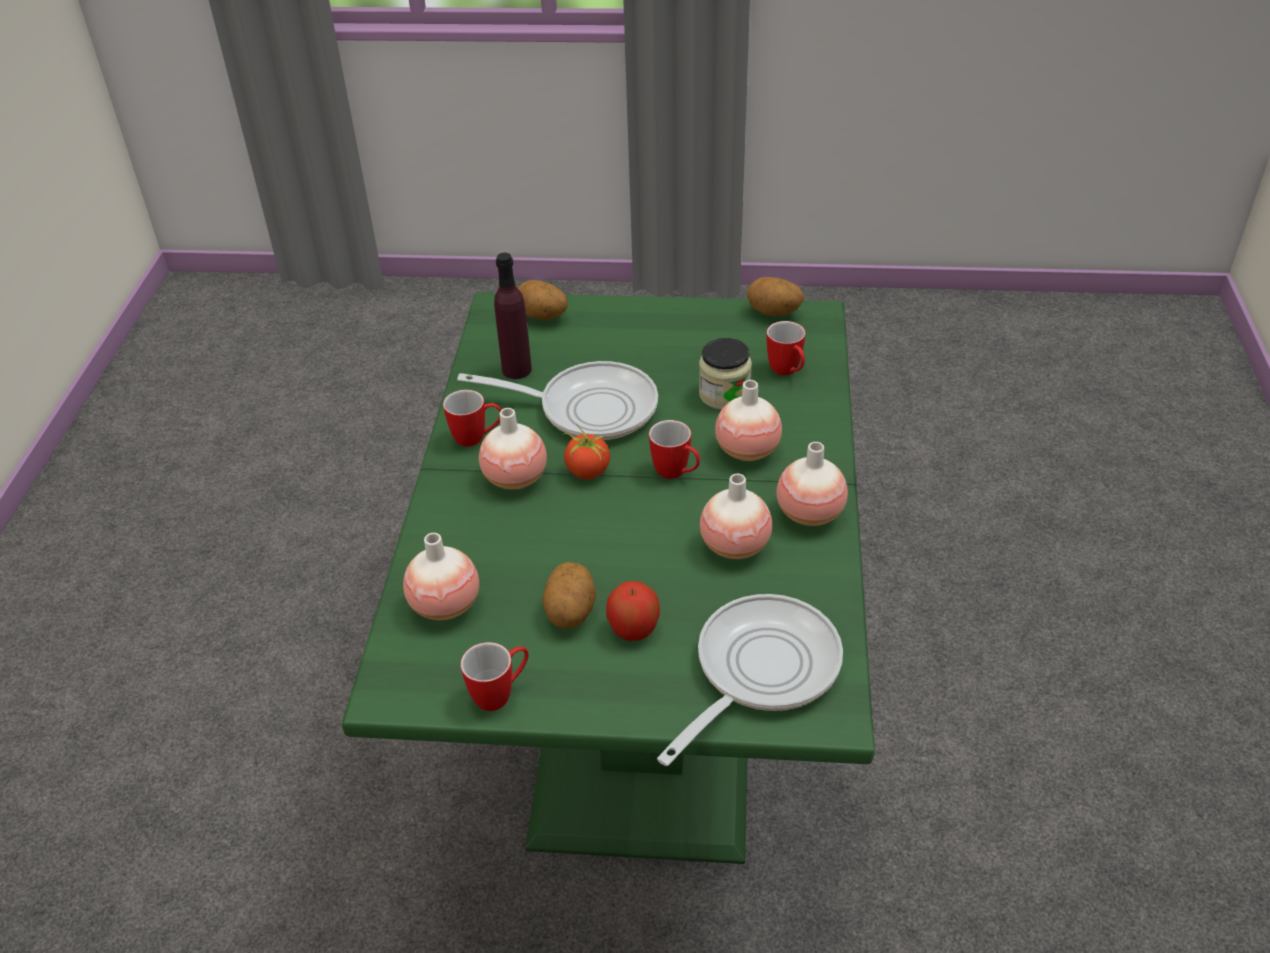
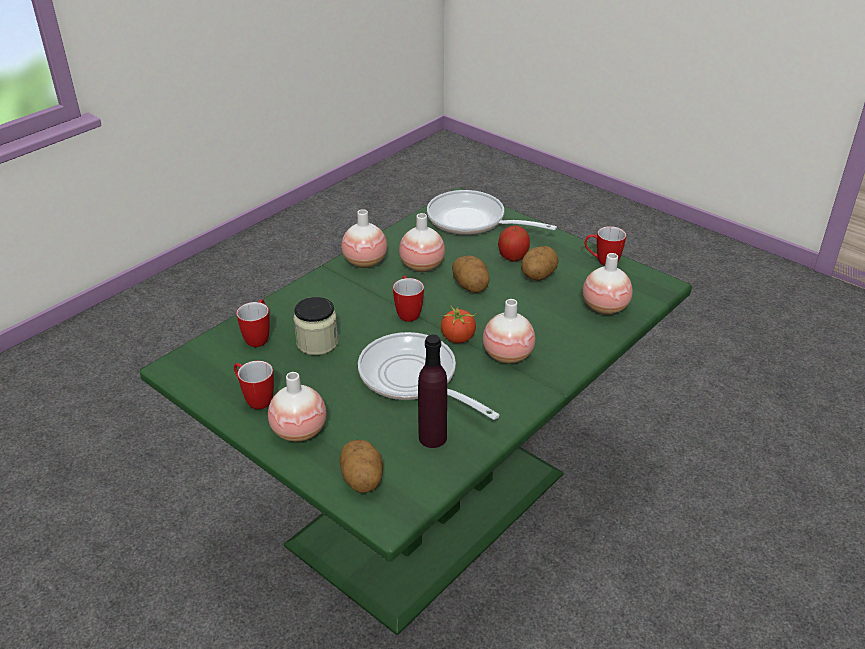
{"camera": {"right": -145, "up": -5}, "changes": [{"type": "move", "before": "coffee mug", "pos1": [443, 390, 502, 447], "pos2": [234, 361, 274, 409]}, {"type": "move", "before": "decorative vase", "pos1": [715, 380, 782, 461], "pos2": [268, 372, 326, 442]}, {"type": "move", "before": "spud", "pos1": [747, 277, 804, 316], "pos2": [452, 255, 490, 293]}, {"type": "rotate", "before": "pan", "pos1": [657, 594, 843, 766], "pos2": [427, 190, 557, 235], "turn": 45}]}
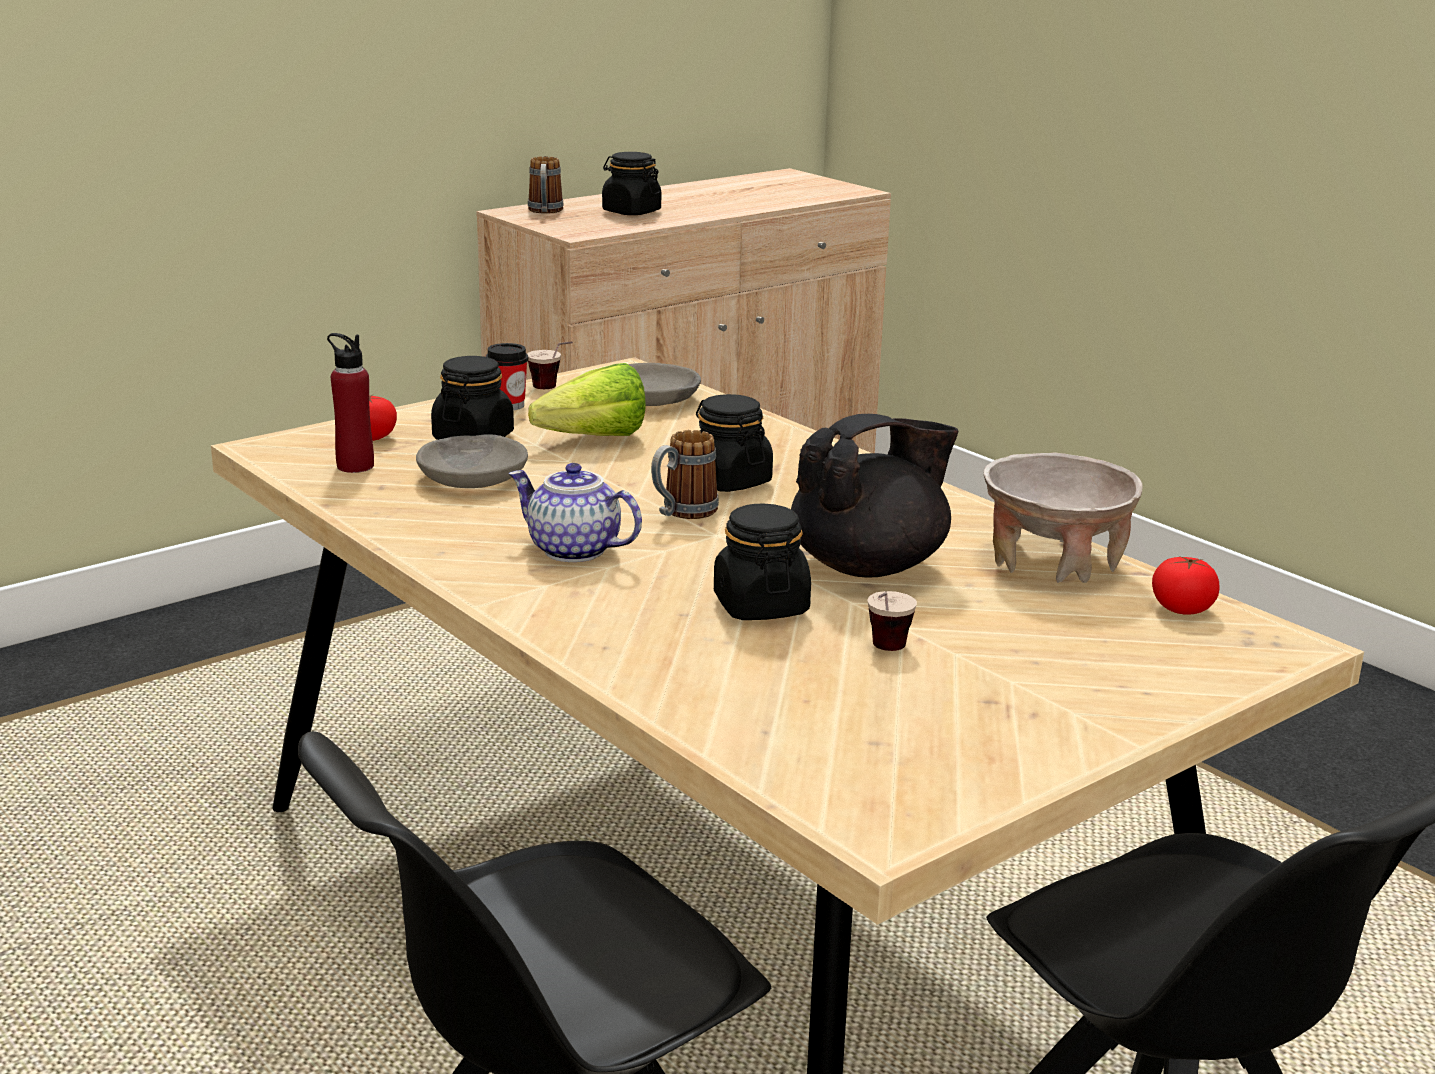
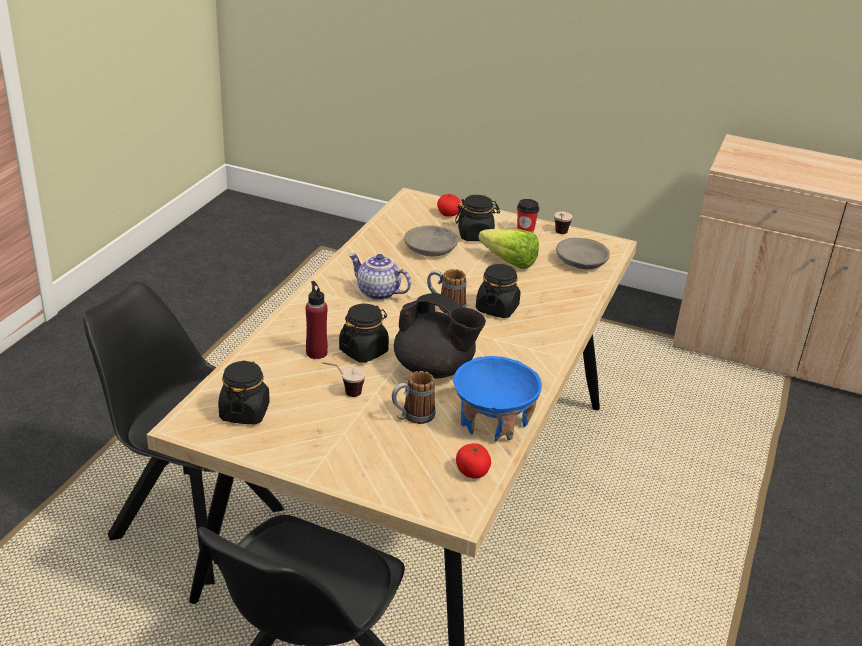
{"camera": {"right": 60, "up": 10}, "changes": [{"type": "move", "before": "reddish drink bottle", "pos1": [327, 333, 374, 473], "pos2": [306, 281, 328, 359]}, {"type": "move", "before": "coffee mug", "pos1": [528, 156, 564, 214], "pos2": [392, 371, 436, 424]}, {"type": "move", "before": "blackish jar", "pos1": [602, 152, 661, 215], "pos2": [218, 360, 270, 424]}, {"type": "recolor", "before": "sand-coloured deep dish", "after": "bluish deep dish", "pos1": [983, 452, 1142, 583], "pos2": [454, 356, 542, 441]}, {"type": "rotate", "before": "tea pot", "pos1": [508, 463, 642, 562], "pos2": [349, 253, 411, 300], "turn": -60}]}
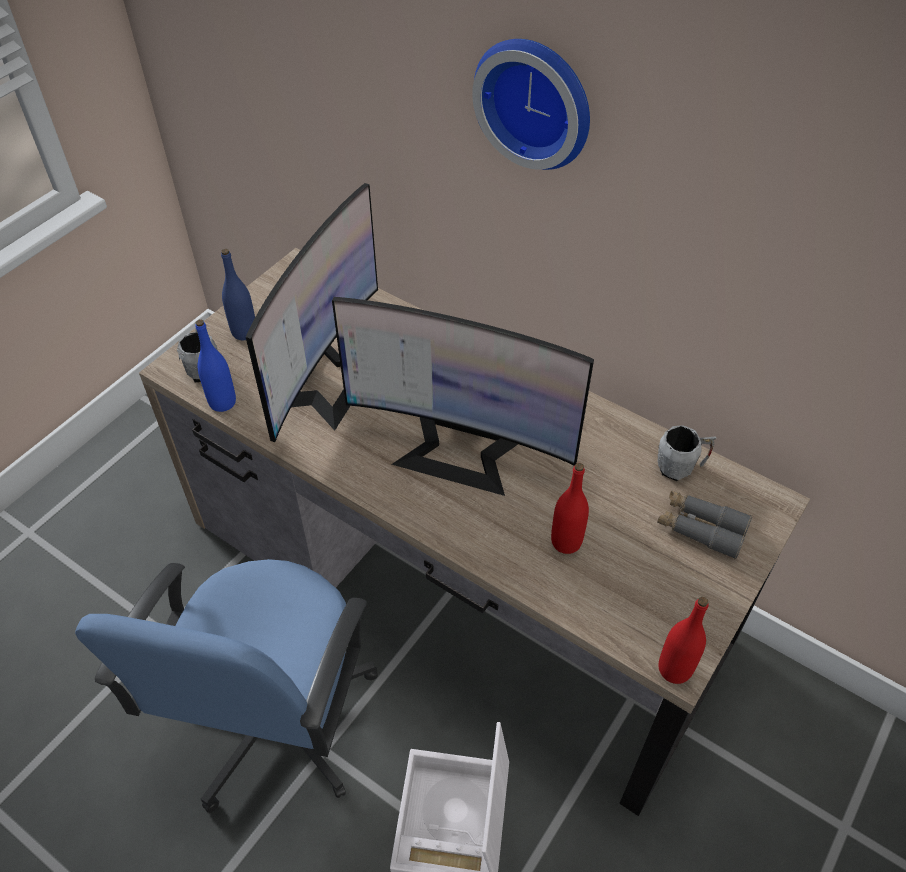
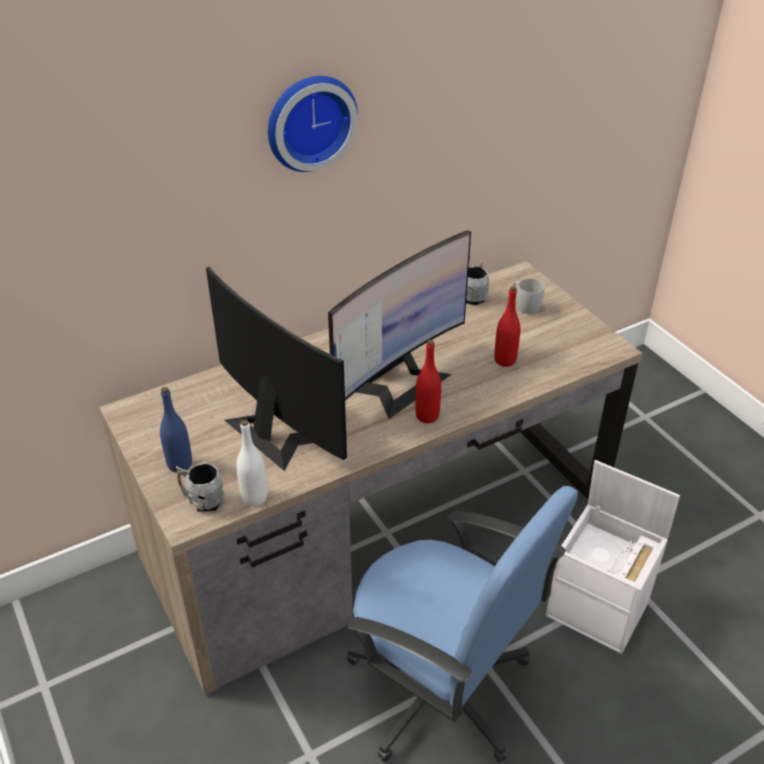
{"camera": {"right": -65, "up": -10}, "changes": [{"type": "move", "before": "reddish drink bottle", "pos1": [659, 597, 709, 684], "pos2": [415, 340, 441, 423]}, {"type": "replace", "before": "grey binoculars", "after": "white-coloured coffee mug", "pos1": [657, 490, 752, 559], "pos2": [513, 278, 545, 314]}, {"type": "recolor", "before": "bluish drink bottle", "after": "white-coloured drink bottle", "pos1": [195, 320, 236, 412], "pos2": [236, 419, 267, 506]}]}
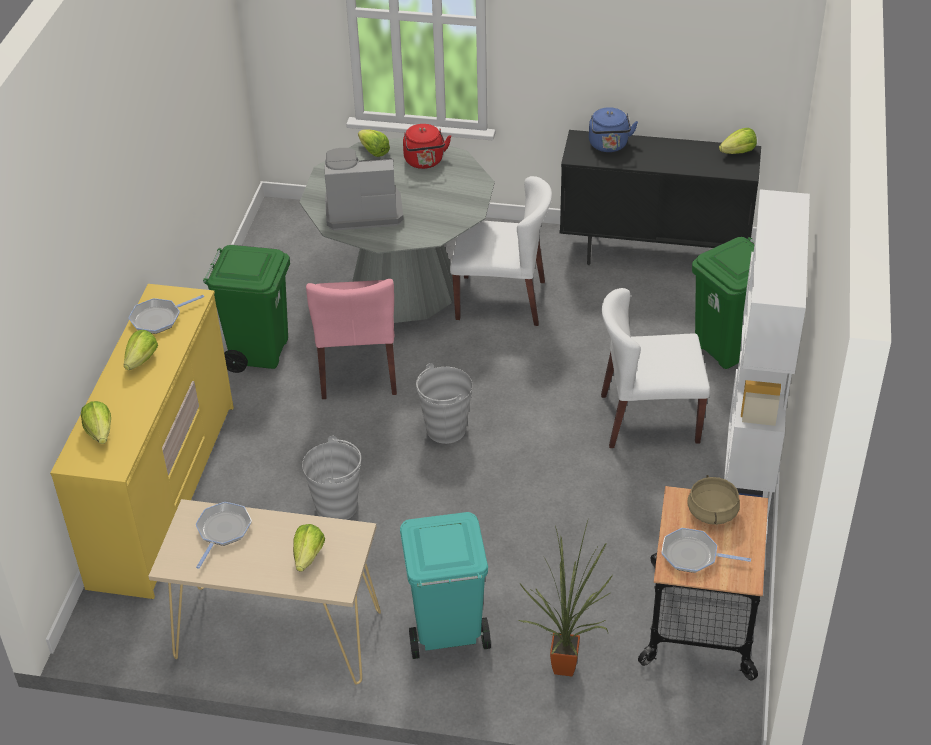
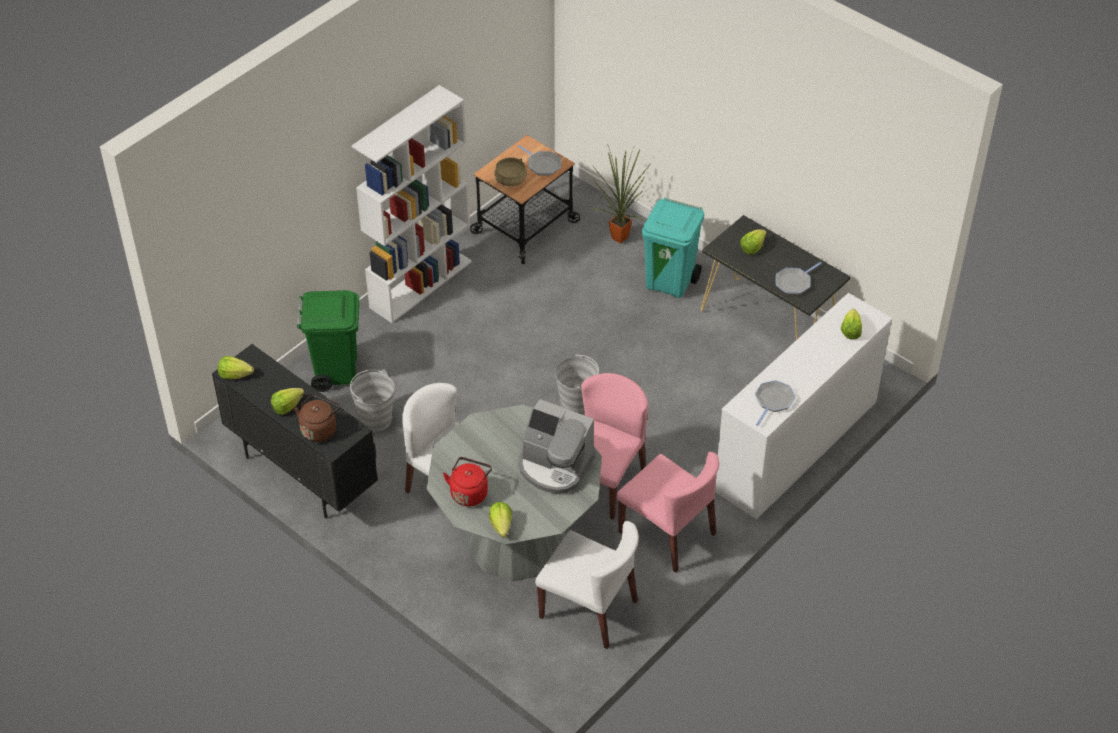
{"camera": {"right": -150, "up": 5}, "changes": [{"type": "move", "before": "head of lettuce", "pos1": [124, 330, 158, 370], "pos2": [271, 388, 304, 415]}, {"type": "move", "before": "grey bucket", "pos1": [302, 436, 361, 520], "pos2": [350, 369, 394, 432]}, {"type": "move", "before": "white-coloured plain chair", "pos1": [601, 288, 710, 448], "pos2": [535, 521, 639, 649]}, {"type": "replace", "before": "green-coloured trash can", "after": "pink plain chair", "pos1": [203, 245, 290, 373], "pos2": [617, 452, 719, 573]}, {"type": "recolor", "before": "yellowish drawer chest", "after": "white-coloured drawer chest", "pos1": [50, 284, 234, 599], "pos2": [715, 293, 893, 520]}, {"type": "recolor", "before": "sand-coloured console table", "after": "blackish console table", "pos1": [148, 499, 381, 685], "pos2": [701, 215, 851, 340]}, {"type": "recolor", "before": "bluish kettle", "after": "brownish kettle", "pos1": [589, 107, 638, 152], "pos2": [294, 393, 341, 442]}, {"type": "rotate", "before": "pan", "pos1": [129, 295, 204, 334], "pos2": [755, 380, 795, 426], "turn": -60}]}
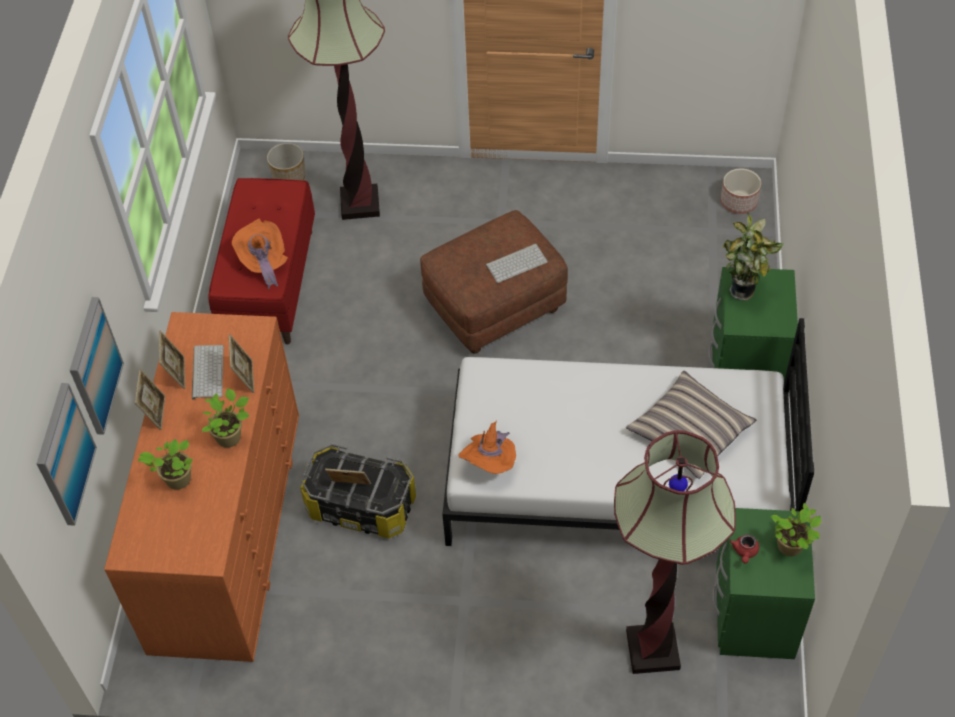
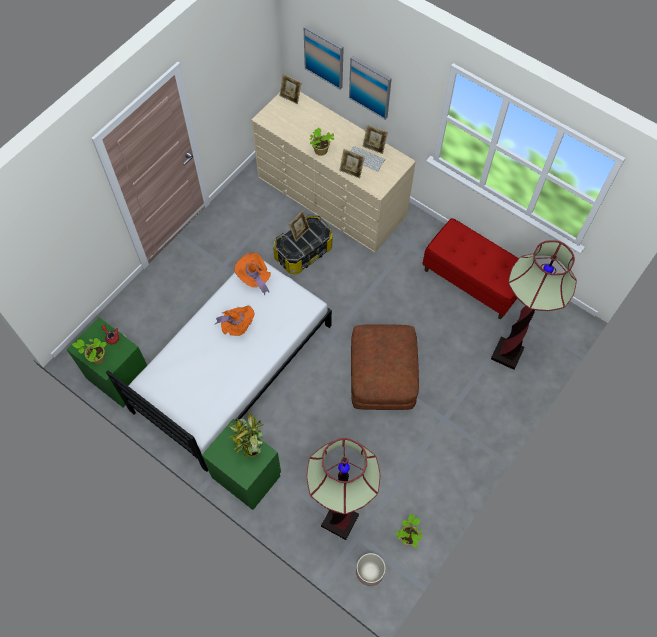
{"camera": {"right": 120, "up": 10}, "changes": [{"type": "delete", "before": "plant pot", "pos1": [267, 143, 305, 181]}, {"type": "delete", "before": "computer keyboard", "pos1": [485, 244, 548, 283]}, {"type": "delete", "before": "cushion", "pos1": [626, 370, 757, 479]}, {"type": "move", "before": "standing frame", "pos1": [135, 369, 165, 430], "pos2": [279, 74, 301, 104]}, {"type": "move", "before": "plant in a pot", "pos1": [138, 439, 193, 490], "pos2": [395, 514, 423, 547]}, {"type": "move", "before": "orange clothing hat", "pos1": [232, 218, 288, 289], "pos2": [215, 306, 254, 336]}, {"type": "move", "before": "standard lamp", "pos1": [614, 430, 736, 674], "pos2": [306, 438, 381, 540]}, {"type": "recolor", "before": "orange drawer chest", "after": "sand-coloured drawer chest", "pos1": [104, 312, 299, 662], "pos2": [251, 92, 416, 253]}]}
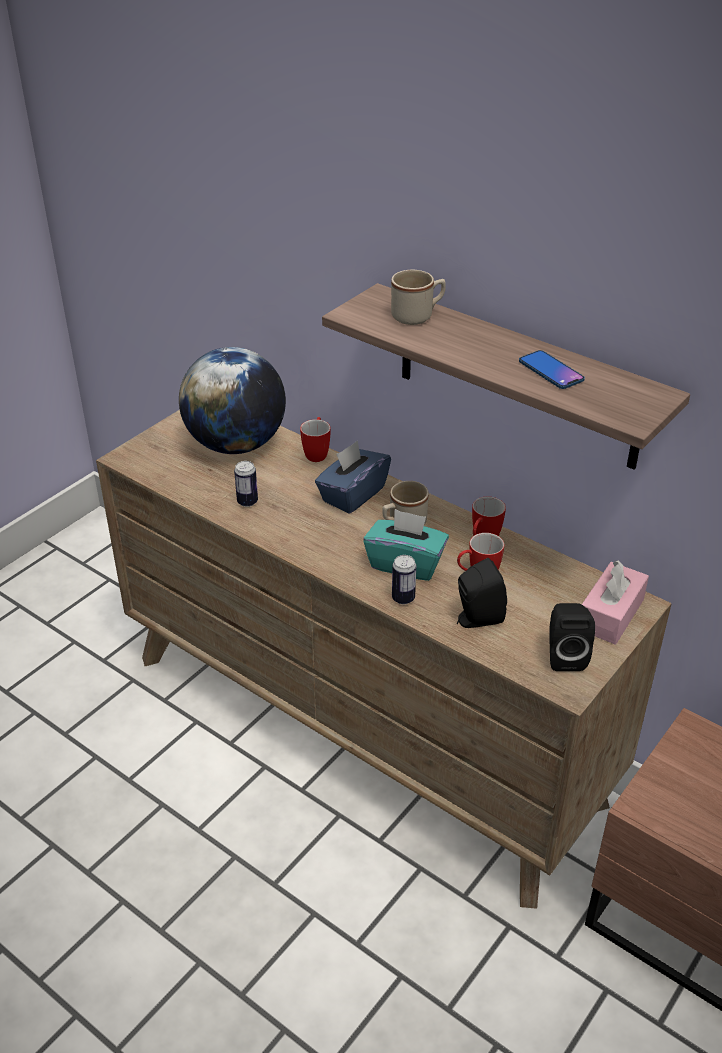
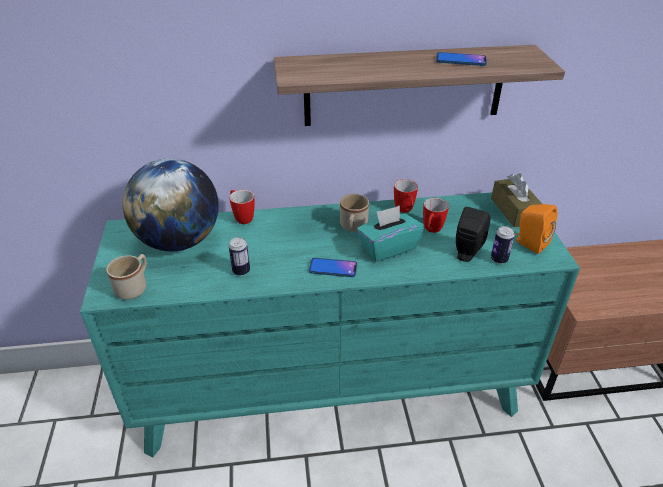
{"camera": {"right": -45, "up": 0}, "changes": [{"type": "delete", "before": "bluish box of tissues", "pos1": [315, 440, 391, 513]}, {"type": "insert", "after": "handset", "pos2": [309, 258, 357, 277]}, {"type": "move", "before": "sand-coloured coffee mug", "pos1": [391, 270, 446, 325], "pos2": [106, 254, 147, 300]}, {"type": "move", "before": "sealed can", "pos1": [392, 555, 416, 605], "pos2": [491, 226, 515, 264]}, {"type": "recolor", "before": "brownish drawer chest", "after": "blue-green drawer chest", "pos1": [96, 410, 672, 909], "pos2": [80, 193, 580, 457]}, {"type": "recolor", "before": "blackish loudspeaker", "after": "orange loudspeaker", "pos1": [550, 603, 595, 671], "pos2": [515, 204, 558, 254]}, {"type": "recolor", "before": "pink box of tissues", "after": "brownish box of tissues", "pos1": [582, 560, 649, 645], "pos2": [491, 173, 542, 227]}]}
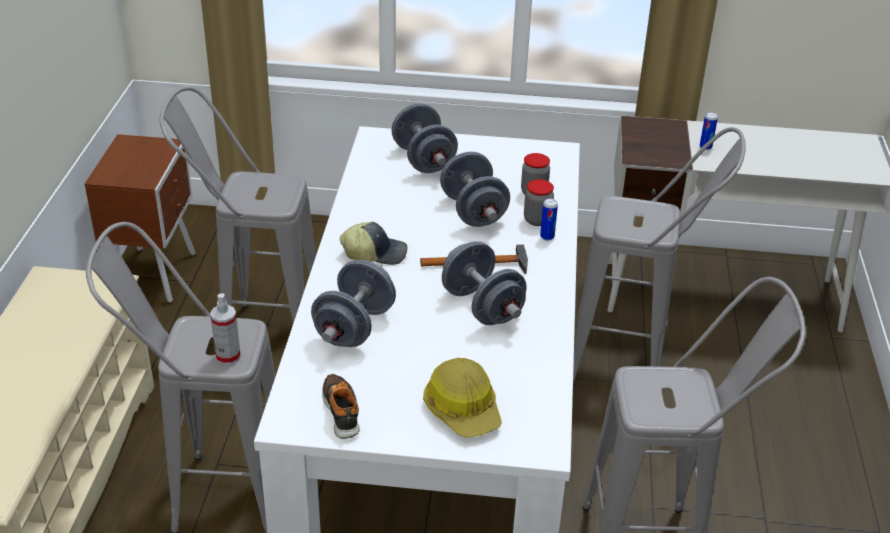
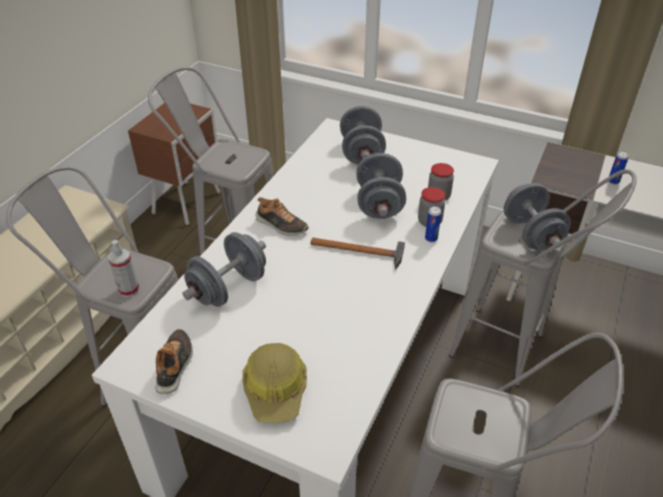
{"camera": {"right": 20, "up": 5}, "changes": [{"type": "move", "before": "grey hand weight", "pos1": [442, 241, 527, 325], "pos2": [504, 183, 571, 250]}, {"type": "replace", "before": "baseball cap", "after": "low shoe", "pos1": [340, 222, 408, 265], "pos2": [256, 197, 309, 235]}]}
